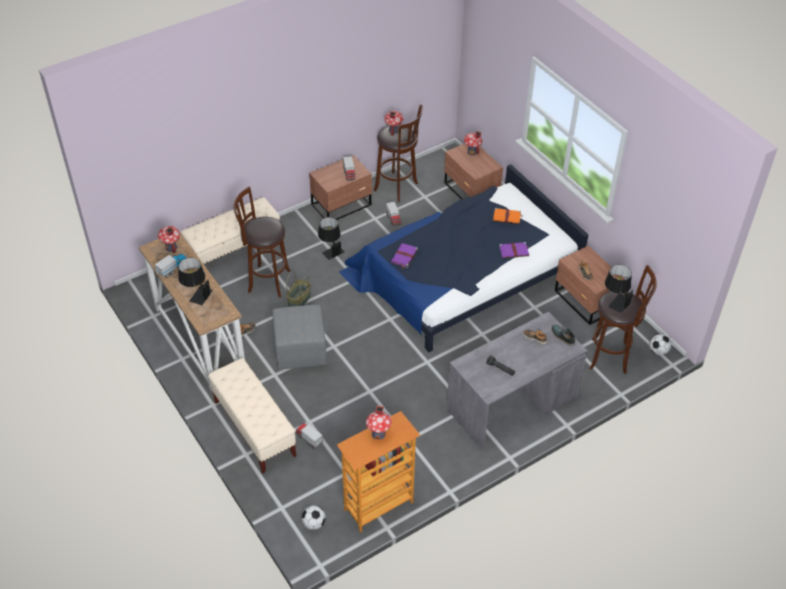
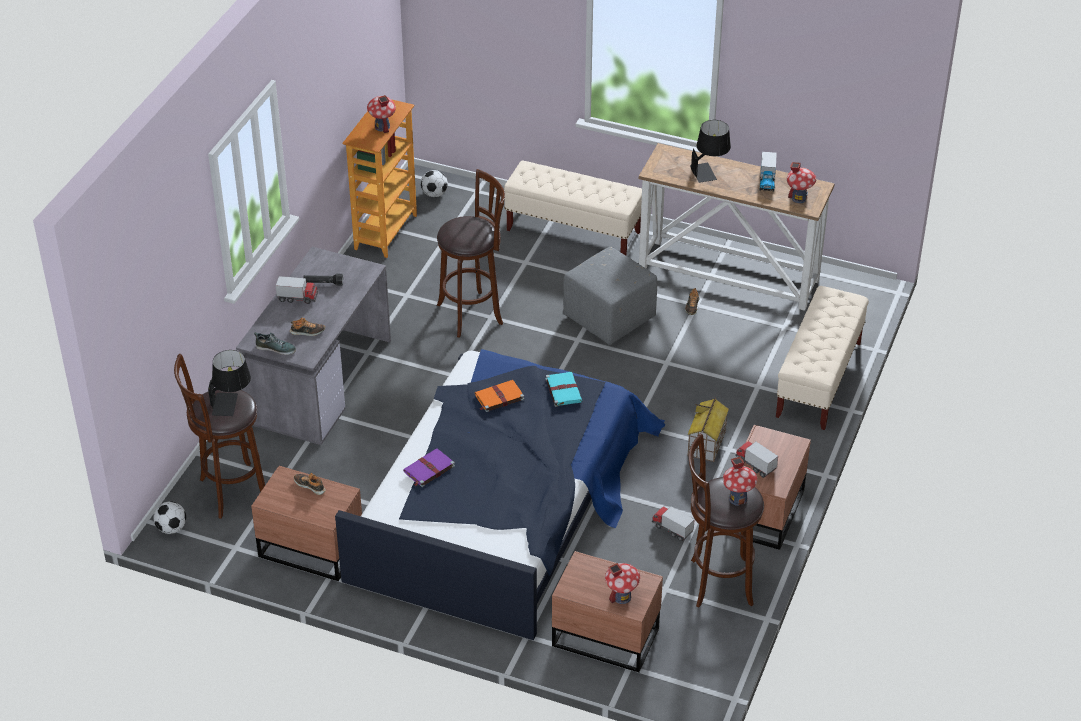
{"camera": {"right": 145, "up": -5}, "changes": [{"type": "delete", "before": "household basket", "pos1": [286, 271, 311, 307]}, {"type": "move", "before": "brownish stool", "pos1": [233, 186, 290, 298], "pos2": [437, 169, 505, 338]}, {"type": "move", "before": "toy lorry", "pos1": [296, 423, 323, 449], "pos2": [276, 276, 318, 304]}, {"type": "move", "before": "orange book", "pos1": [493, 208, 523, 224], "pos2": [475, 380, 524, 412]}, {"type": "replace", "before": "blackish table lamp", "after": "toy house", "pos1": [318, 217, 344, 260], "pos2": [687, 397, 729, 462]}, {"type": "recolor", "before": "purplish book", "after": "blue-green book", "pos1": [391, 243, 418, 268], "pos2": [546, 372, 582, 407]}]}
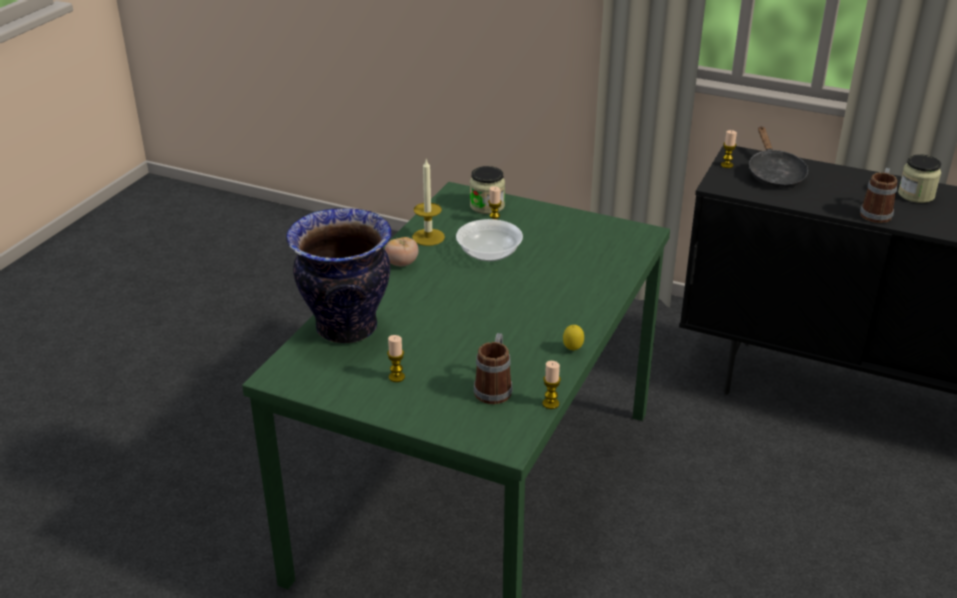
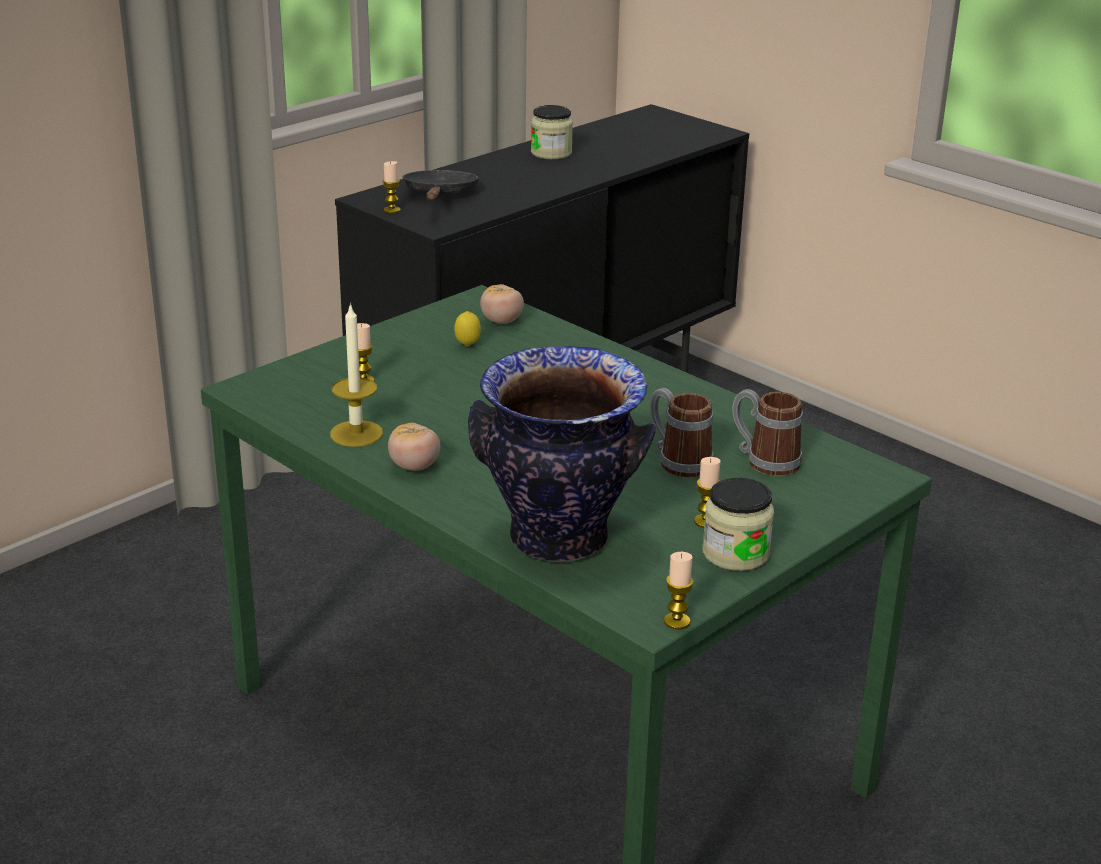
{"camera": {"right": -70, "up": -5}, "changes": [{"type": "delete", "before": "deep dish", "pos1": [456, 219, 523, 261]}, {"type": "insert", "after": "tomato", "pos2": [480, 284, 524, 324]}, {"type": "move", "before": "jar", "pos1": [470, 166, 505, 214], "pos2": [702, 478, 774, 571]}, {"type": "move", "before": "wax light", "pos1": [543, 361, 561, 409], "pos2": [664, 552, 694, 630]}, {"type": "move", "before": "citrus fruit", "pos1": [563, 325, 584, 351], "pos2": [454, 311, 481, 346]}, {"type": "move", "before": "coffee mug", "pos1": [860, 168, 897, 223], "pos2": [650, 388, 714, 478]}, {"type": "rotate", "before": "blackish pan", "pos1": [749, 126, 808, 188], "pos2": [402, 170, 479, 200], "turn": -105}]}
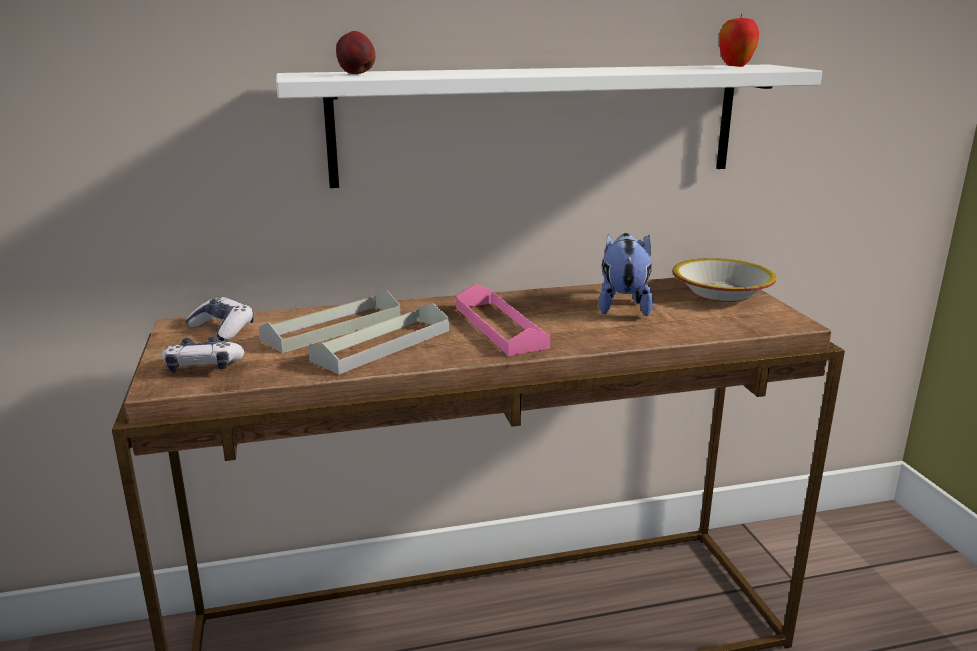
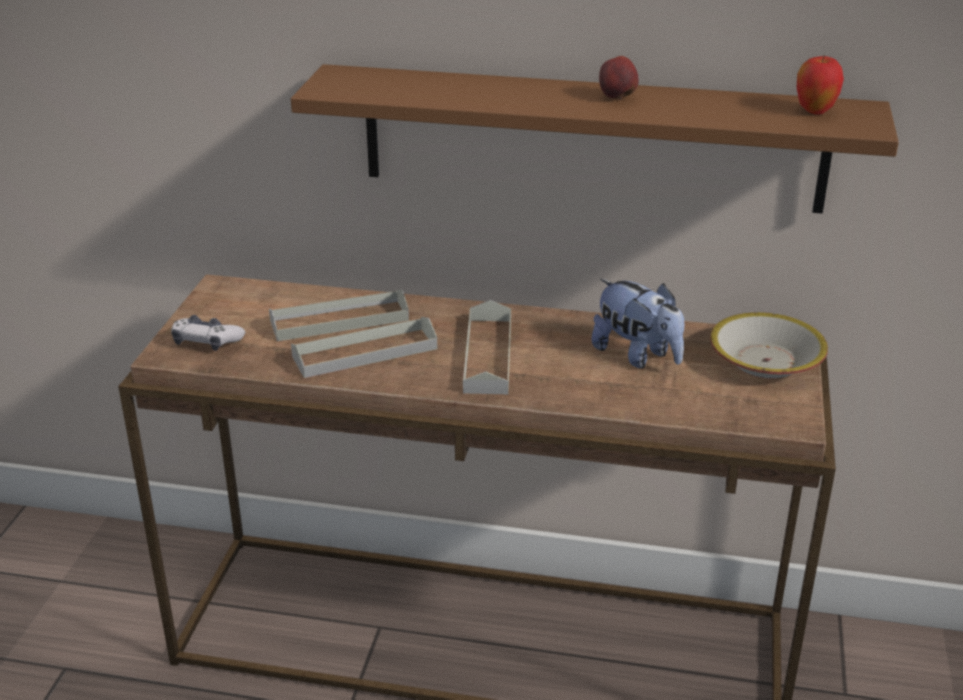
{"camera": {"right": 25, "up": 10}, "changes": [{"type": "delete", "before": "gamepad", "pos1": [185, 297, 254, 341]}, {"type": "move", "before": "whole apple", "pos1": [336, 31, 375, 74], "pos2": [599, 56, 639, 100]}, {"type": "recolor", "before": "white-coloured shelf", "after": "brownish shelf", "pos1": [276, 64, 822, 188], "pos2": [291, 64, 899, 214]}, {"type": "recolor", "before": "pink carrying tray", "after": "grey carrying tray", "pos1": [456, 284, 550, 356], "pos2": [463, 300, 511, 394]}, {"type": "rotate", "before": "soft toy", "pos1": [599, 233, 653, 316], "pos2": [591, 279, 684, 369], "turn": 105}]}
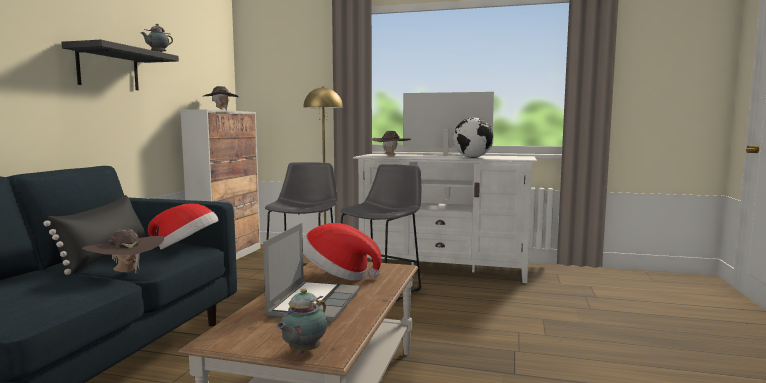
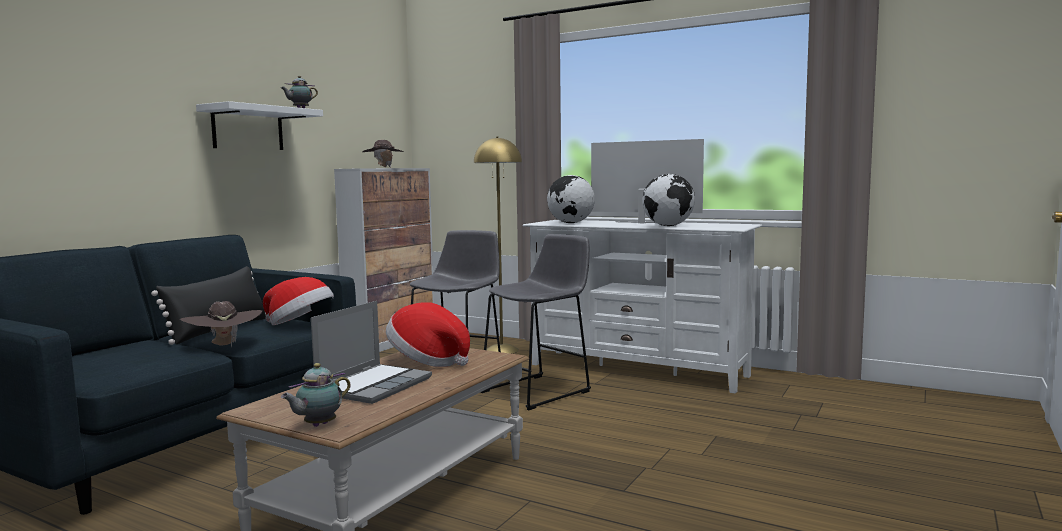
{"camera": {"right": 15, "up": 0}, "changes": [{"type": "replace", "before": "brownish clothing hat", "after": "world globe", "pos1": [371, 131, 411, 156], "pos2": [547, 175, 595, 223]}, {"type": "recolor", "before": "blackish shelf", "after": "white-coloured shelf", "pos1": [62, 40, 179, 90], "pos2": [196, 101, 323, 150]}]}
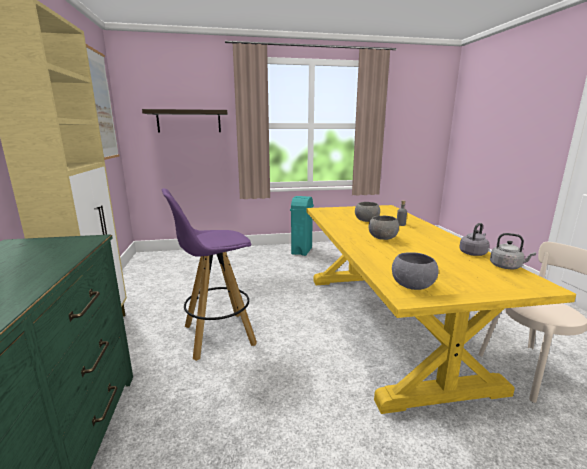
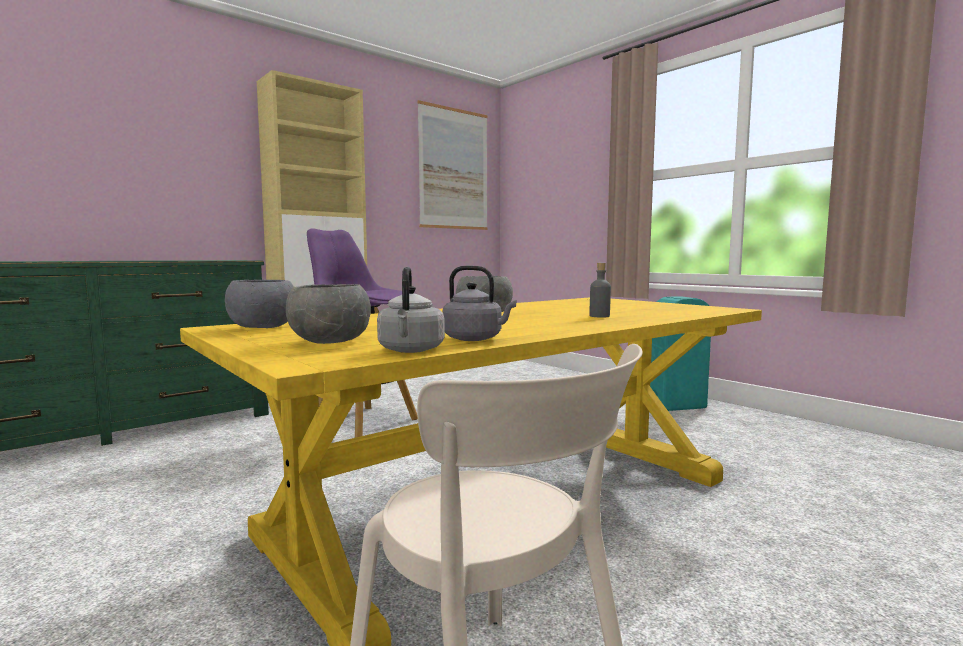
{"camera": {"right": 60, "up": -10}, "changes": [{"type": "delete", "before": "shelf", "pos1": [142, 109, 228, 132]}, {"type": "move", "before": "grey deep dish", "pos1": [355, 202, 380, 222], "pos2": [286, 284, 371, 344]}]}
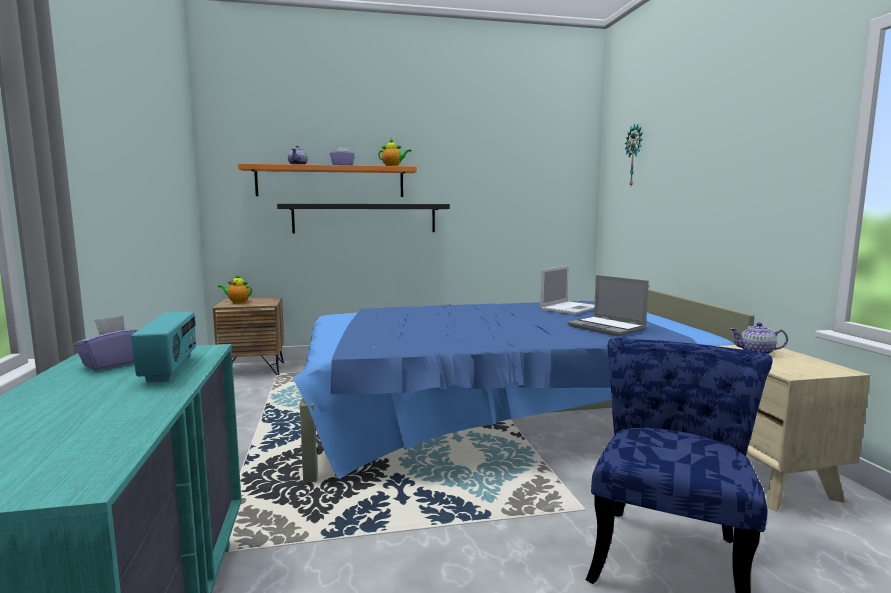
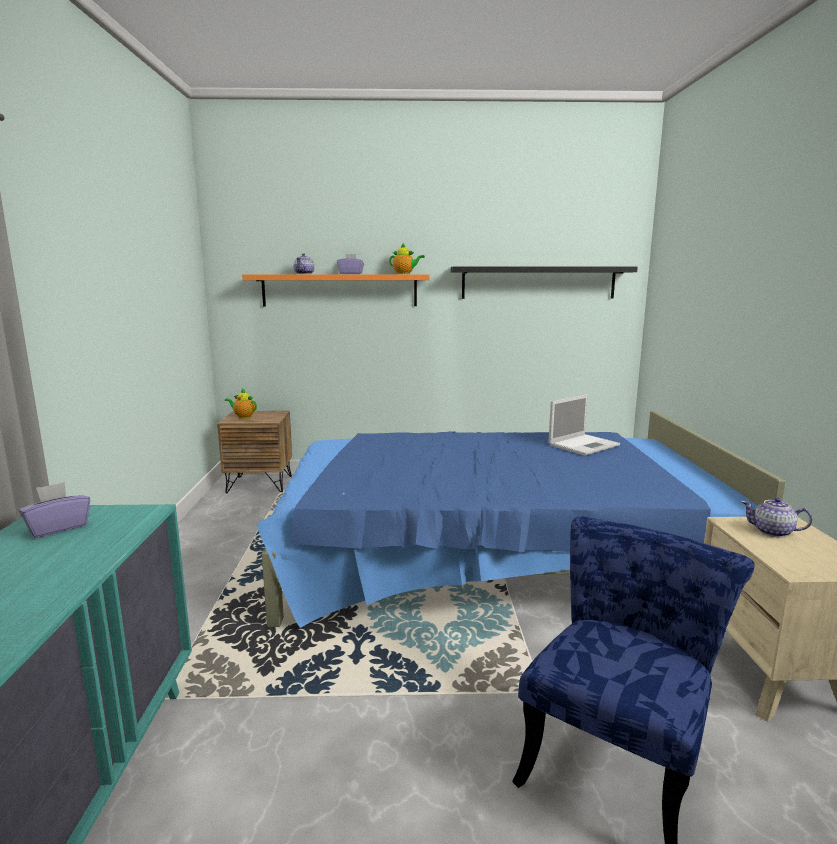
{"camera": {"right": 10, "up": 5}, "changes": [{"type": "delete", "before": "radio set", "pos1": [131, 311, 196, 382]}, {"type": "delete", "before": "laptop", "pos1": [567, 275, 649, 336]}, {"type": "delete", "before": "hanging clock", "pos1": [625, 123, 643, 186]}, {"type": "move", "before": "blackish shelf", "pos1": [277, 204, 450, 233], "pos2": [451, 266, 638, 299]}]}
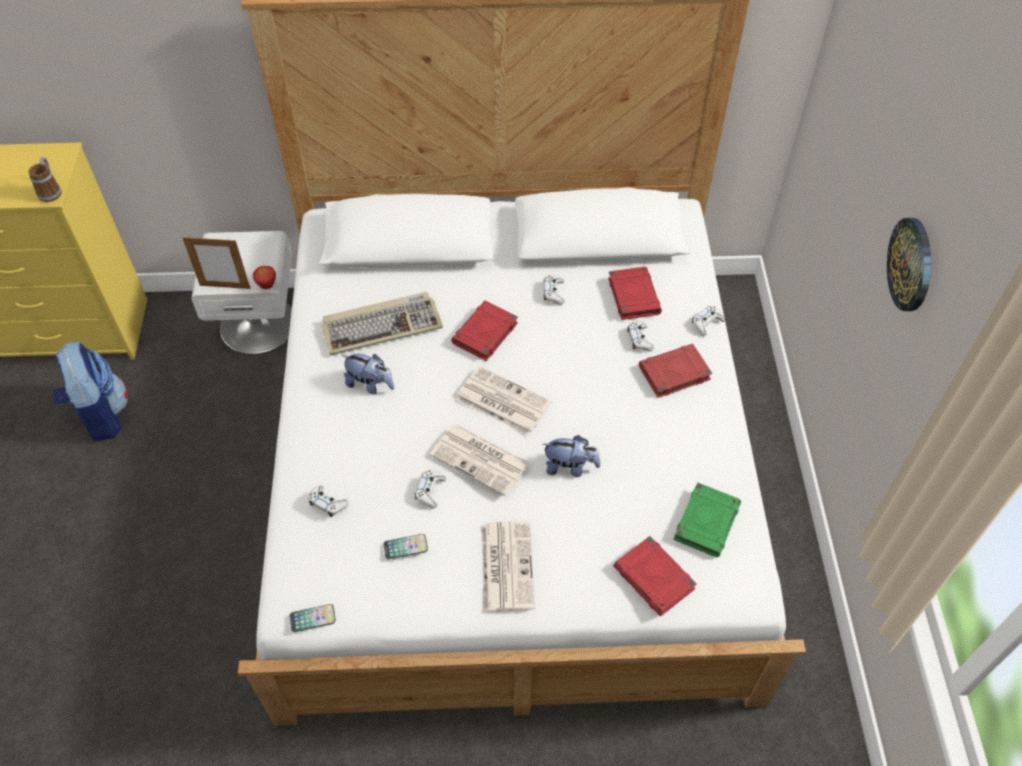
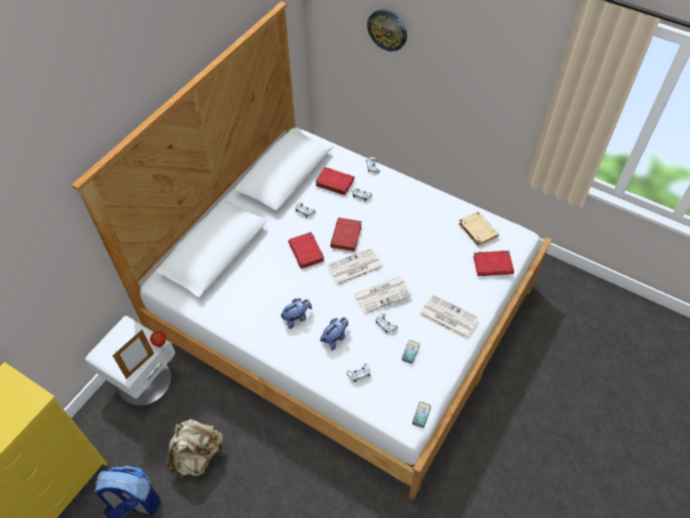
{"camera": {"right": -55, "up": 0}, "changes": [{"type": "delete", "before": "coffee mug", "pos1": [29, 157, 62, 202]}, {"type": "delete", "before": "computer keyboard", "pos1": [322, 292, 443, 355]}, {"type": "insert", "after": "sand-coloured backpack", "pos2": [167, 419, 223, 479]}, {"type": "move", "before": "soft toy", "pos1": [543, 435, 600, 477], "pos2": [320, 317, 348, 351]}, {"type": "move", "before": "reddish book", "pos1": [639, 344, 712, 398], "pos2": [330, 218, 362, 252]}, {"type": "move", "before": "hanging clock", "pos1": [887, 218, 931, 311], "pos2": [367, 9, 407, 51]}, {"type": "recolor", "before": "green-coloured book", "after": "sand-coloured book", "pos1": [673, 482, 741, 557], "pos2": [458, 211, 499, 247]}]}
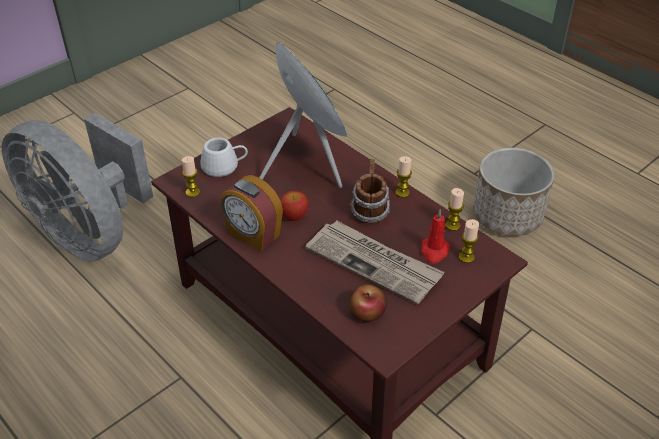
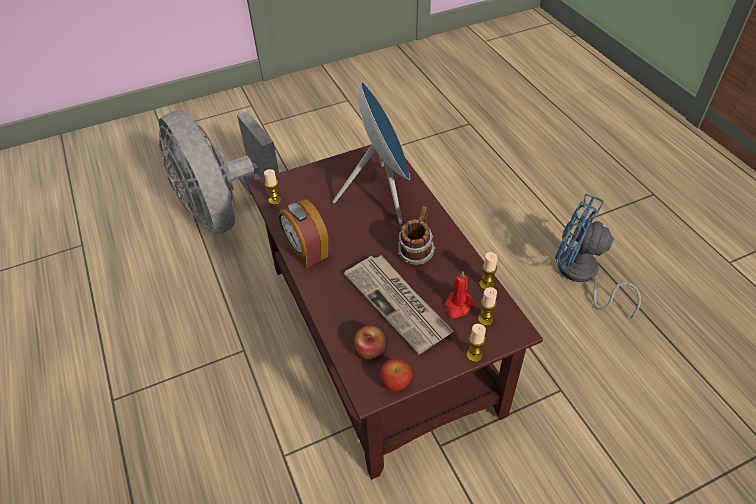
{"camera": {"right": 20, "up": 5}, "changes": [{"type": "delete", "before": "white-coloured coffee mug", "pos1": [200, 138, 248, 177]}, {"type": "move", "before": "whole apple", "pos1": [280, 191, 309, 221], "pos2": [380, 359, 412, 391]}, {"type": "move", "before": "wax light", "pos1": [395, 156, 412, 198], "pos2": [466, 324, 486, 362]}, {"type": "replace", "before": "plant pot", "after": "bluish fan", "pos1": [473, 148, 555, 236], "pos2": [555, 194, 641, 319]}]}
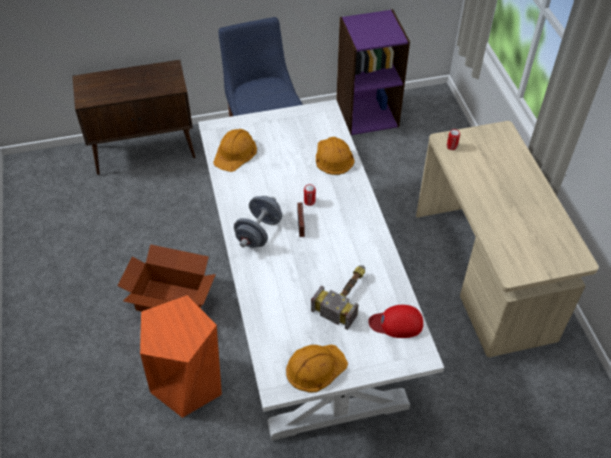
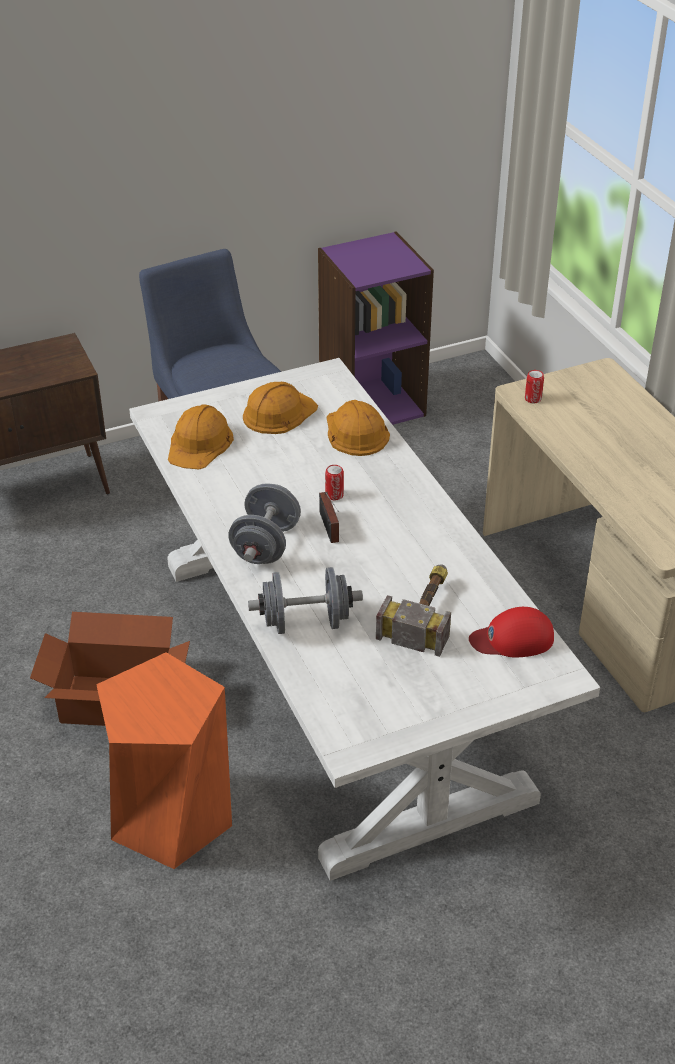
{"camera": {"right": -10, "up": -10}, "changes": [{"type": "insert", "after": "grey hand weight", "pos2": [248, 567, 363, 634]}, {"type": "move", "before": "orange hard hat", "pos1": [286, 345, 348, 392], "pos2": [243, 382, 318, 434]}]}
